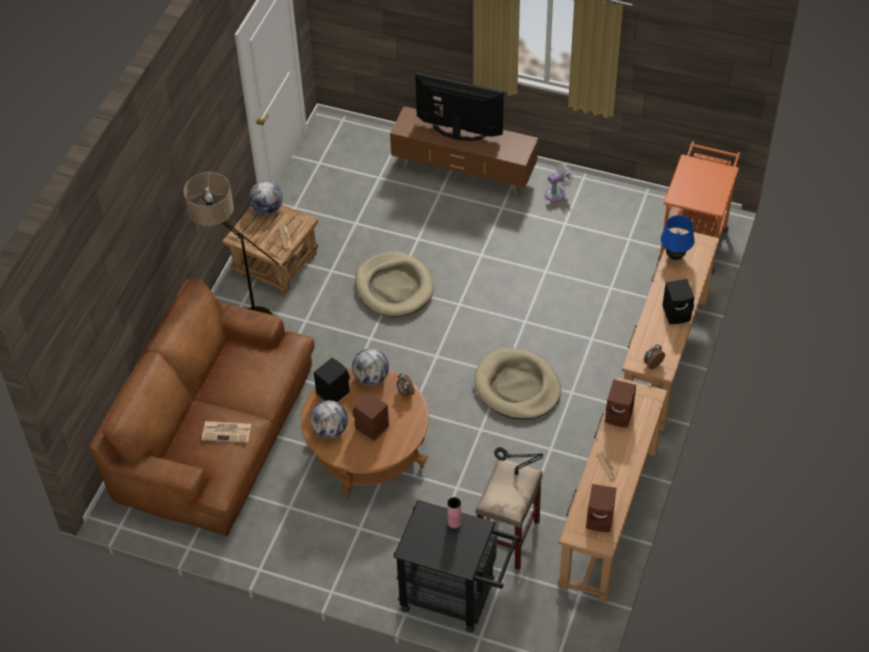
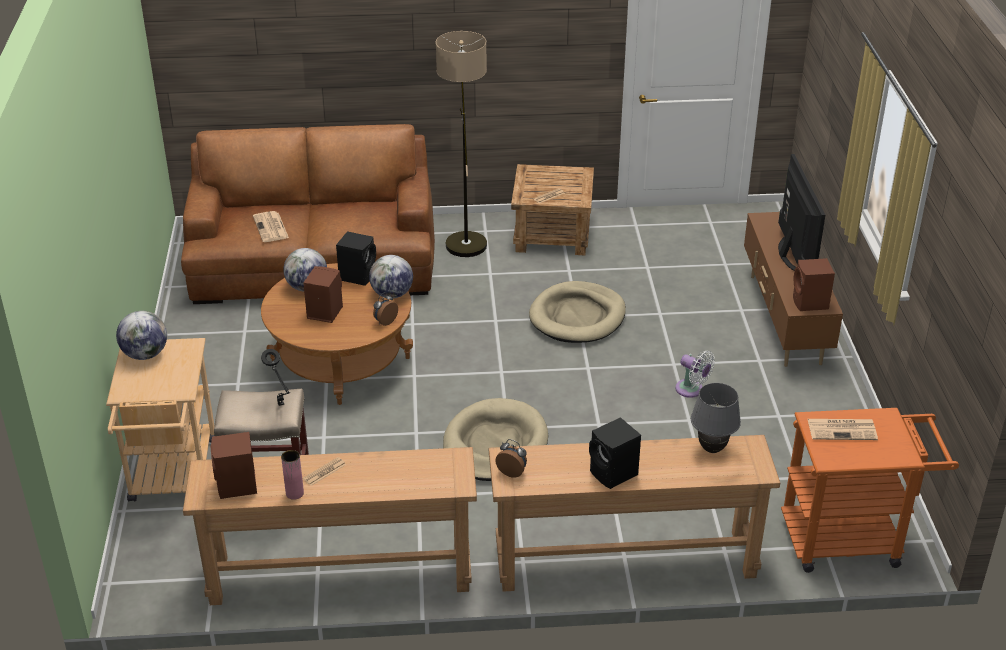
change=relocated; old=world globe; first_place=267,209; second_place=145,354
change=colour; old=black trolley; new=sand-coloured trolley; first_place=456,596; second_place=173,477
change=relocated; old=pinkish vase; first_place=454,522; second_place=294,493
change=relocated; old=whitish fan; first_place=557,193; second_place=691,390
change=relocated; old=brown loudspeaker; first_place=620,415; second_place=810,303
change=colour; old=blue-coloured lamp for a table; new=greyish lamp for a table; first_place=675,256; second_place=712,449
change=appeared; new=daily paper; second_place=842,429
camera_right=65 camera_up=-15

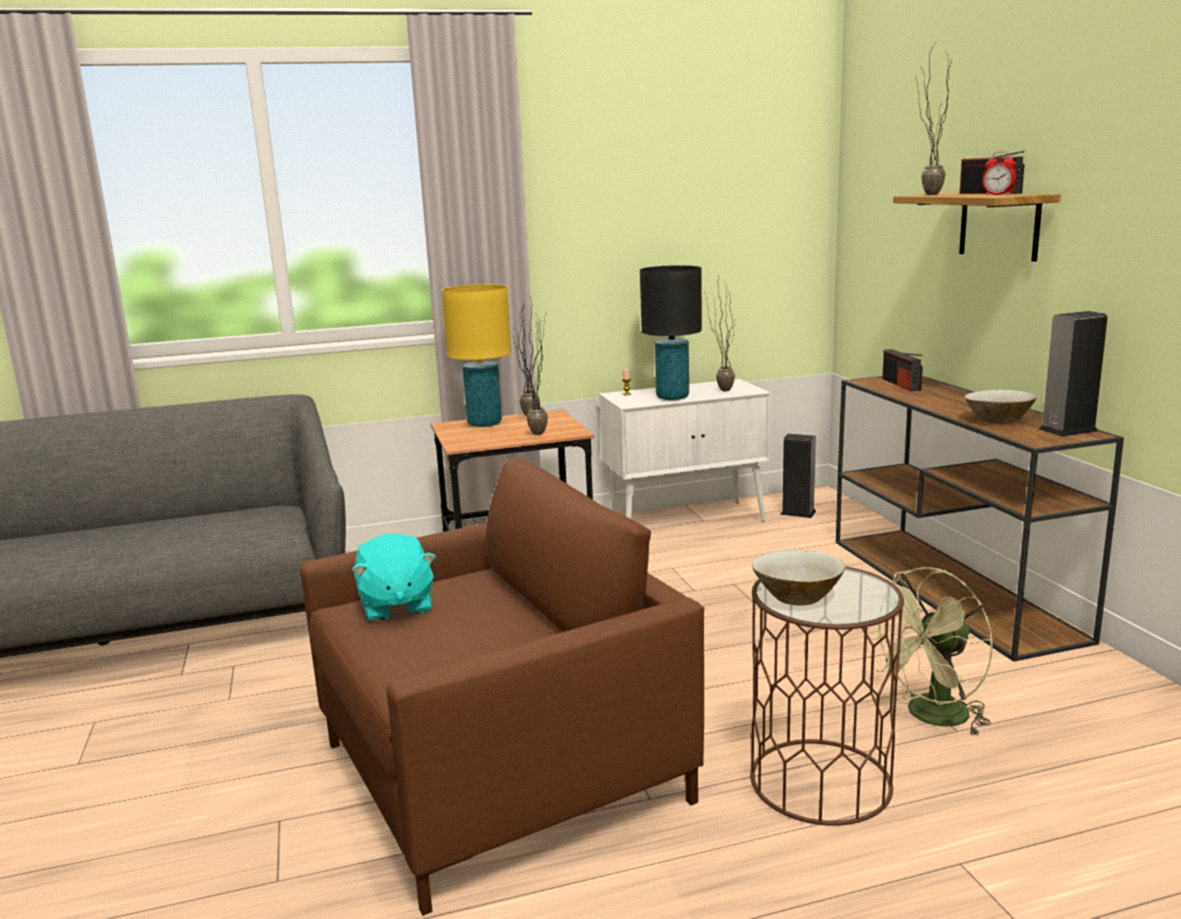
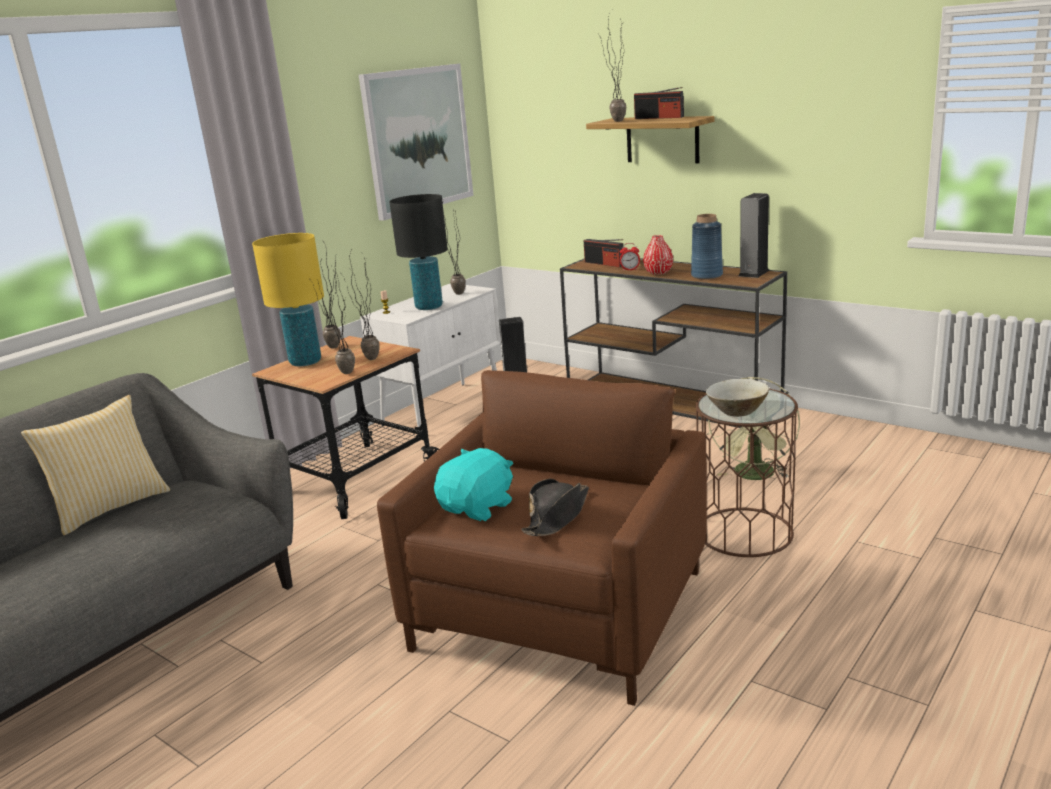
change=spun; old=turquoise cuddly toy; first_place=395,606; second_place=478,507; degrees=-90
change=exchanged; old=sand-coloured bowl; new=blue-coloured vase; first_place=998,421; second_place=707,275
change=relocated; old=table clock; first_place=997,195; second_place=630,269
change=appeared; new=throw pillow; second_place=110,507
change=appeared; new=potted plant; second_place=341,373
change=appeared; new=wall art; second_place=418,139
change=appeared; new=black wearable hat; second_place=557,516
change=appeared; new=reddish vase; second_place=658,272
camera_right=-35 camera_up=5

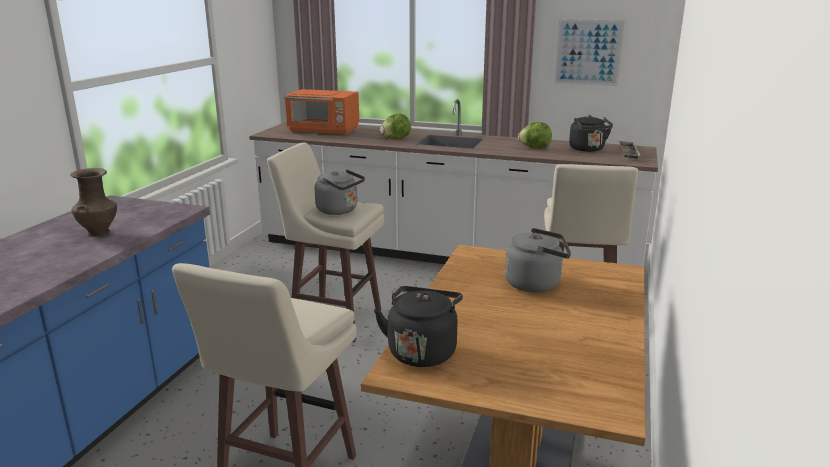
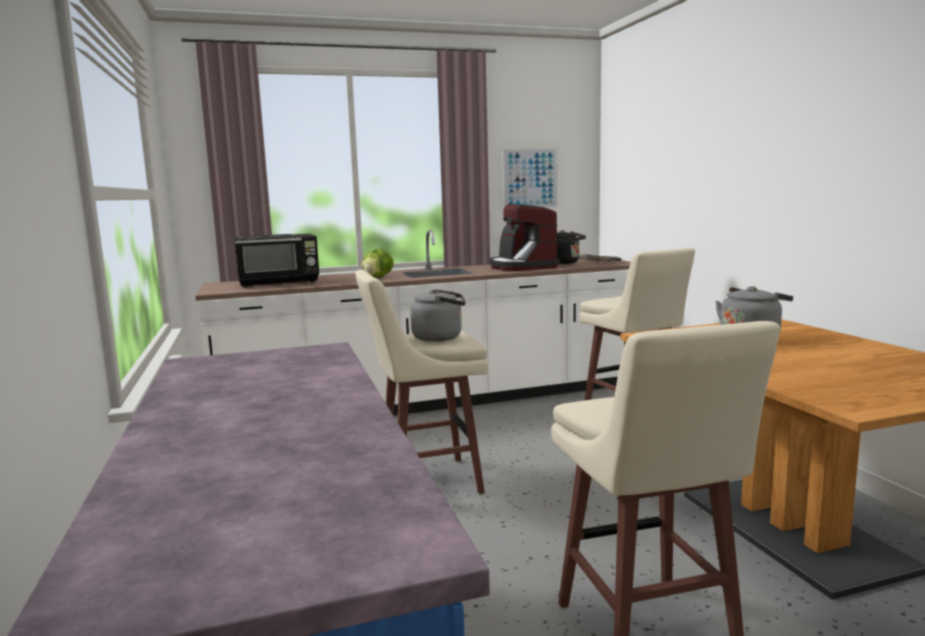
change=missing; old=brown vase; first_place=99,232
change=colour; old=orange microwave; new=black microwave; first_place=324,131; second_place=279,282
change=missing; old=black water kettle; first_place=422,351
change=exchanged; old=lettuce; new=coffee brewer; first_place=535,147; second_place=522,267
camera_right=-35 camera_up=-10

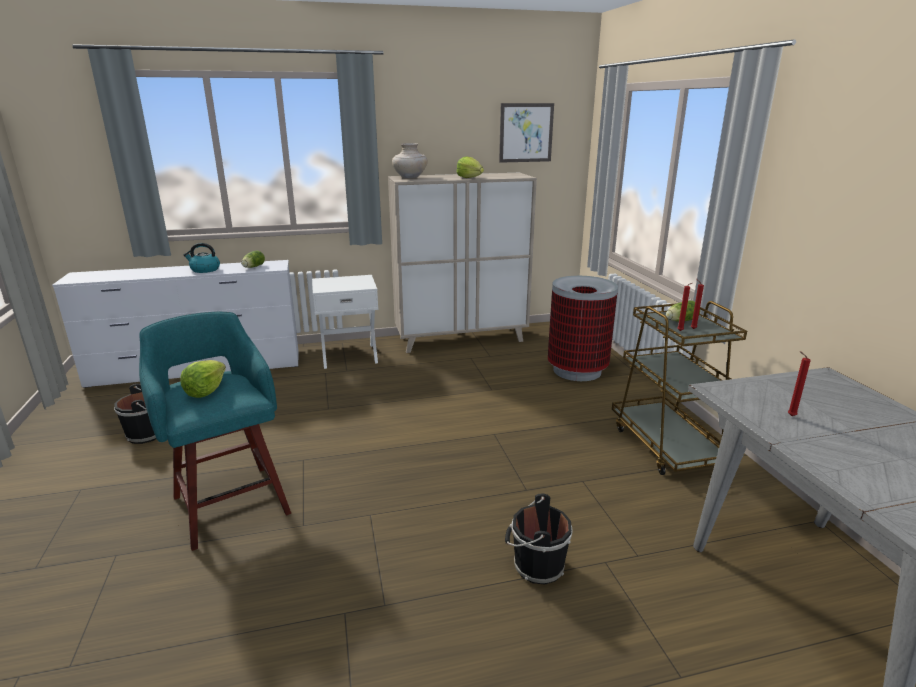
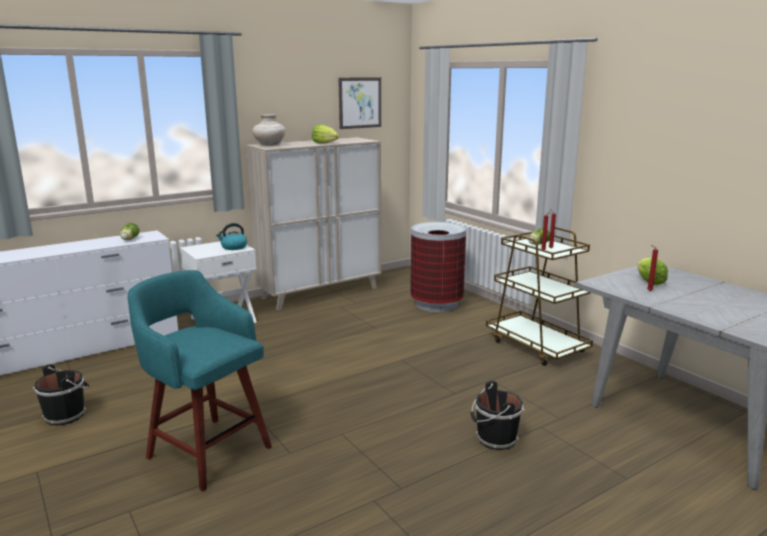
change=relocated; old=lettuce; first_place=206,391; second_place=649,282
change=relocated; old=water kettle; first_place=204,270; second_place=233,247
camera_right=-20 camera_up=-5

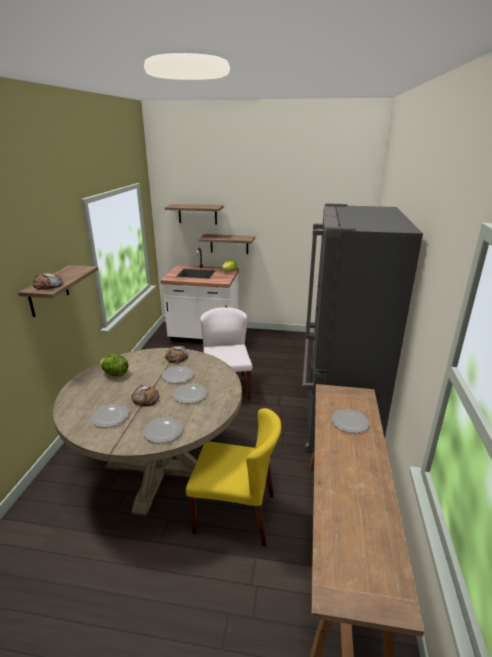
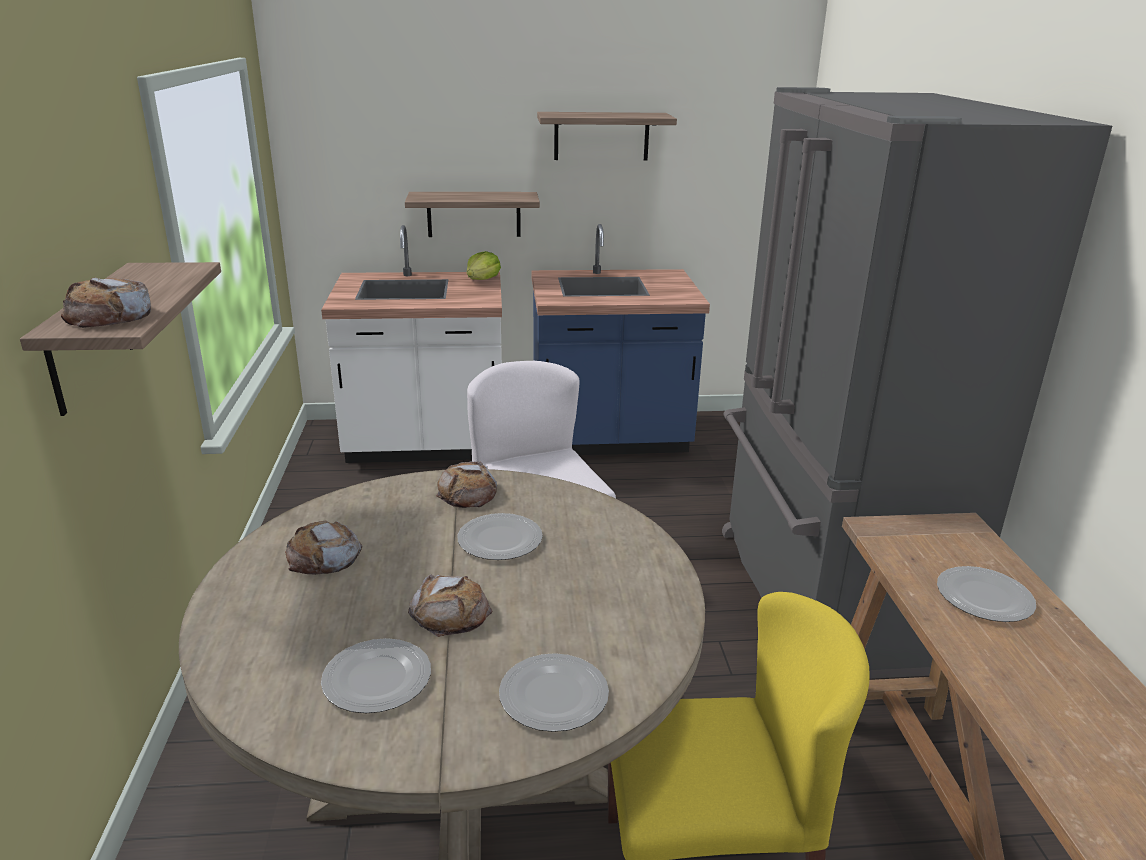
change=exchanged; old=lettuce; new=bakery bread; first_place=115,374; second_place=324,556
change=relocated; old=bracket shelf; first_place=197,214; second_place=601,136
change=missing; old=flat dish; first_place=189,395
change=appeared; new=blue-coloured counter; second_place=609,438
camera_right=-15 camera_up=0

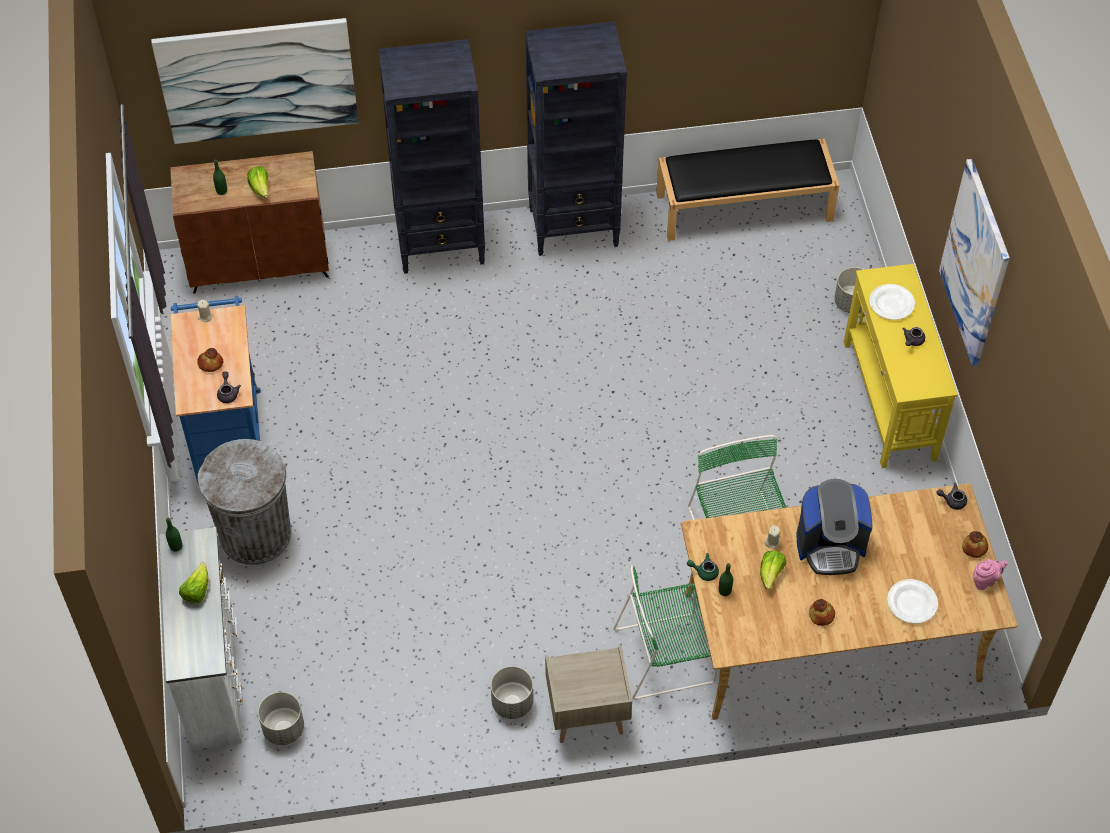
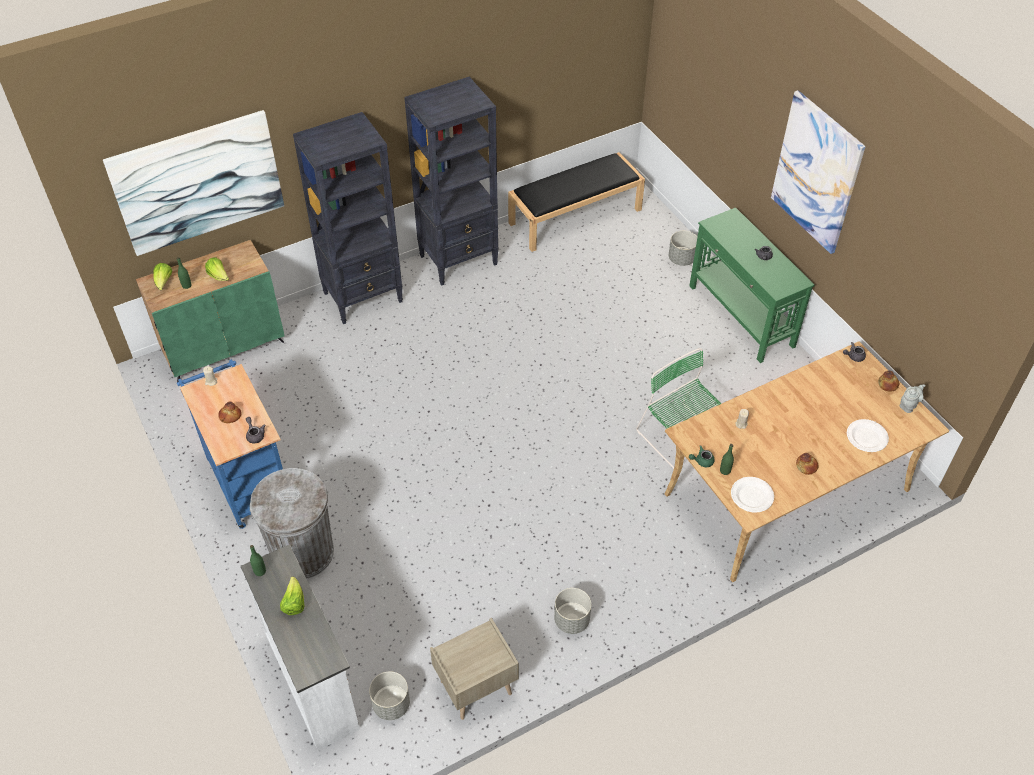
change=colour; old=brown cabinet; new=green cabinet; first_place=260,264; second_place=224,347
change=relocated; old=sand-coloured bedside table; first_place=586,715; second_place=475,688
change=missing; old=green upright chair; first_place=667,655
change=relocated; old=lettuce; first_place=770,574; second_place=164,283
change=missing; old=coffee brewer; first_place=830,546
change=colour; old=yellow-coloured console table; new=green console table; first_place=888,401; second_place=741,316
change=relocated; old=whitish flat dish; first_place=891,304; second_place=752,496
change=colour; old=pinkish teapot; new=greyish teapot; first_place=985,580; second_place=908,405
camera_right=-20 camera_up=-5

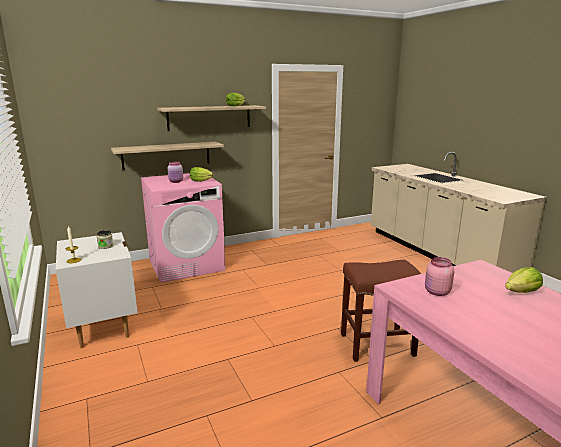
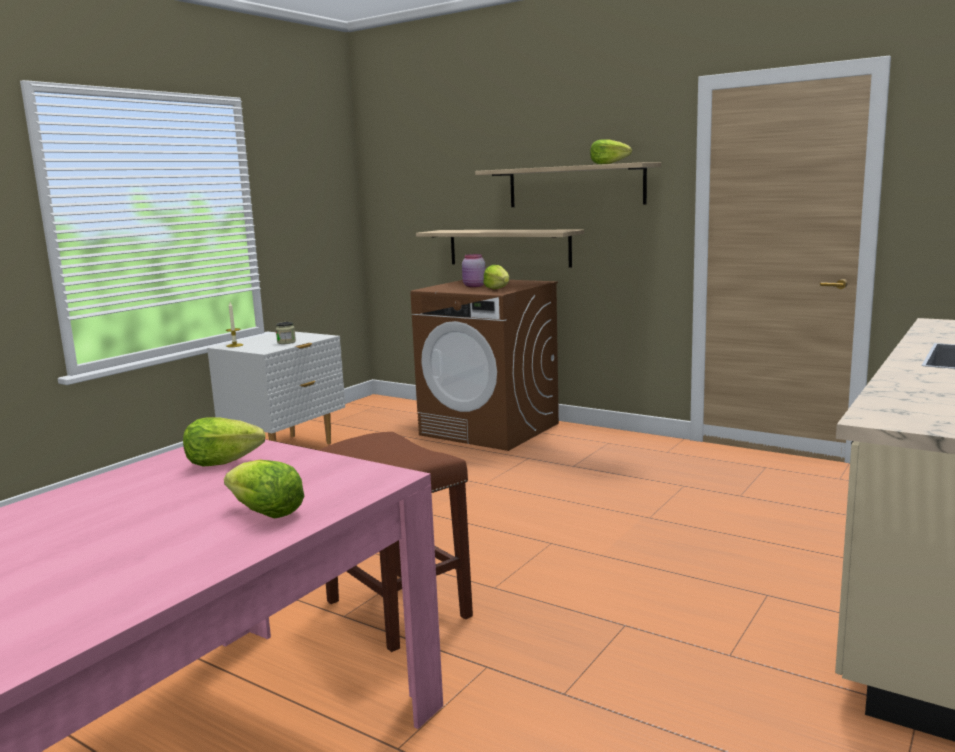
change=colour; old=pinkish laundry appliance; new=brown laundry appliance; first_place=187,265; second_place=490,429
change=exchanged; old=pinkish storage jar; new=lettuce; first_place=436,292; second_place=222,462
camera_right=60 camera_up=-5

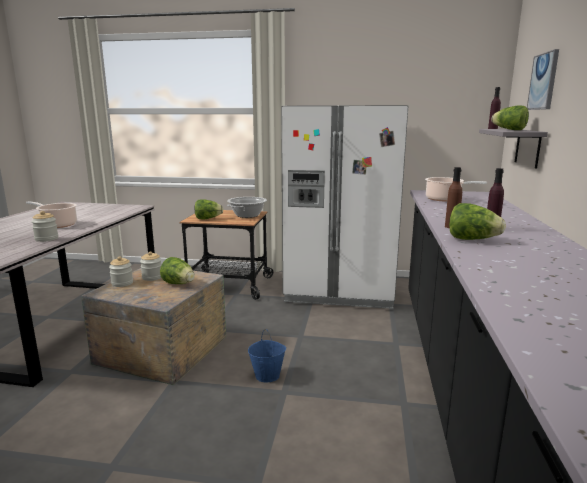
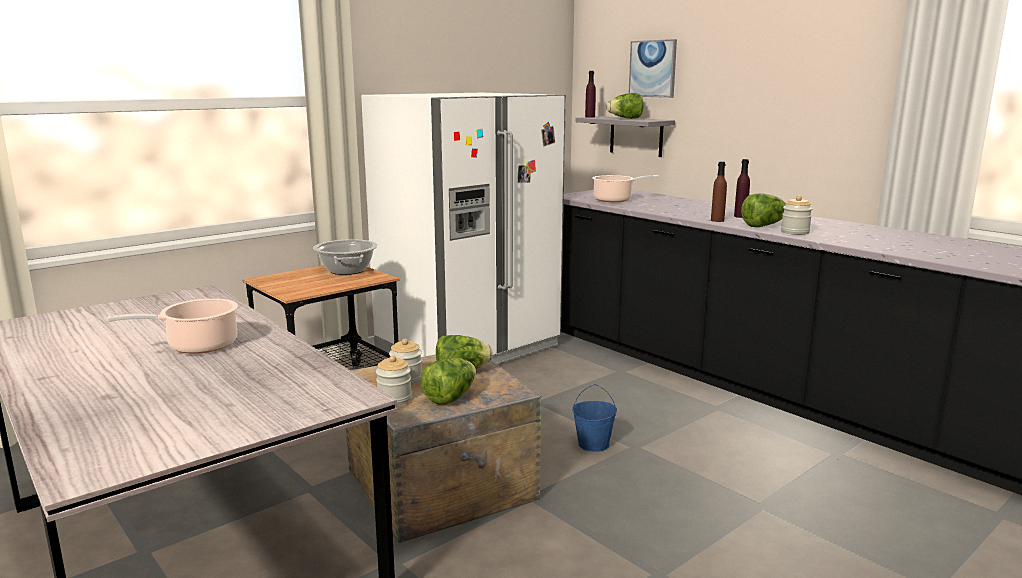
change=relocated; old=storage jar; first_place=46,239; second_place=795,232
change=relocated; old=lettuce; first_place=208,219; second_place=450,398
camera_right=-50 camera_up=0

